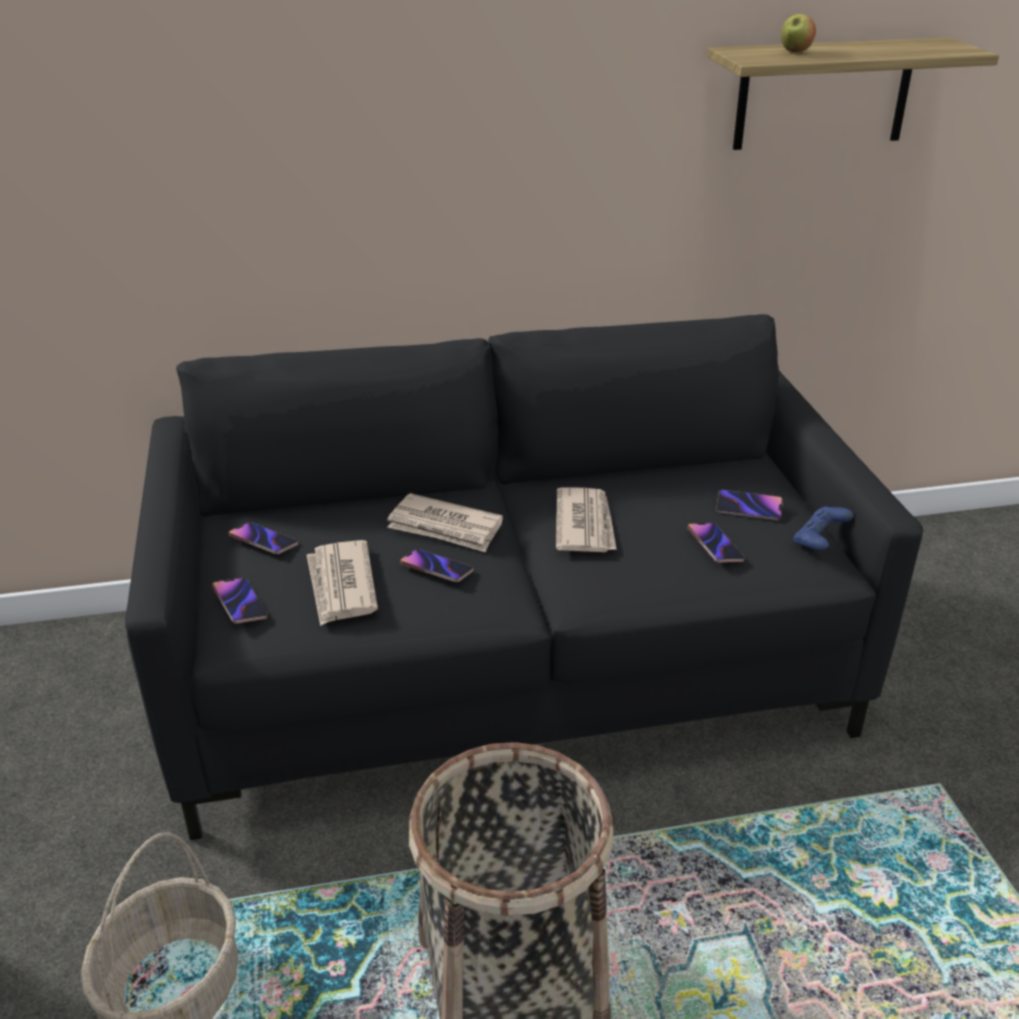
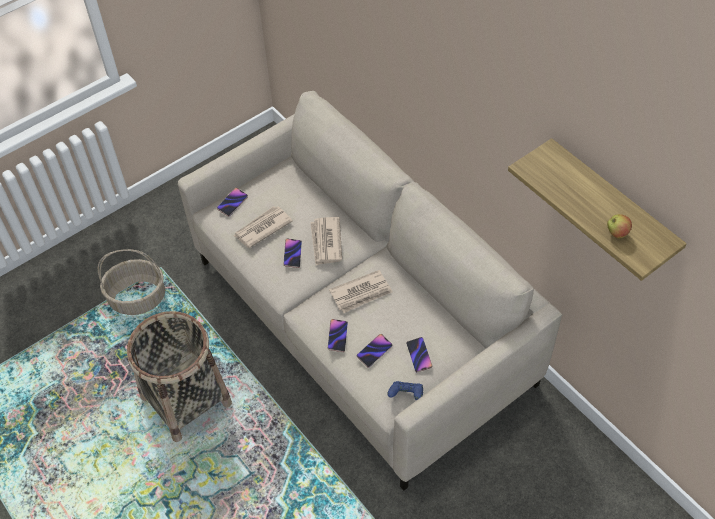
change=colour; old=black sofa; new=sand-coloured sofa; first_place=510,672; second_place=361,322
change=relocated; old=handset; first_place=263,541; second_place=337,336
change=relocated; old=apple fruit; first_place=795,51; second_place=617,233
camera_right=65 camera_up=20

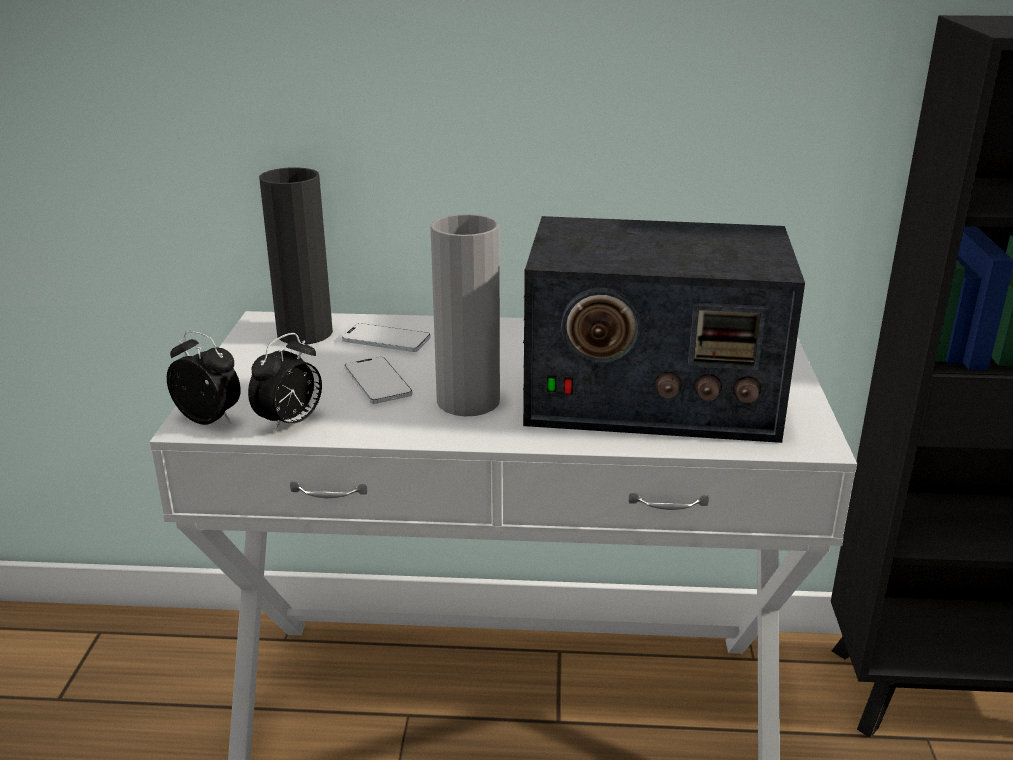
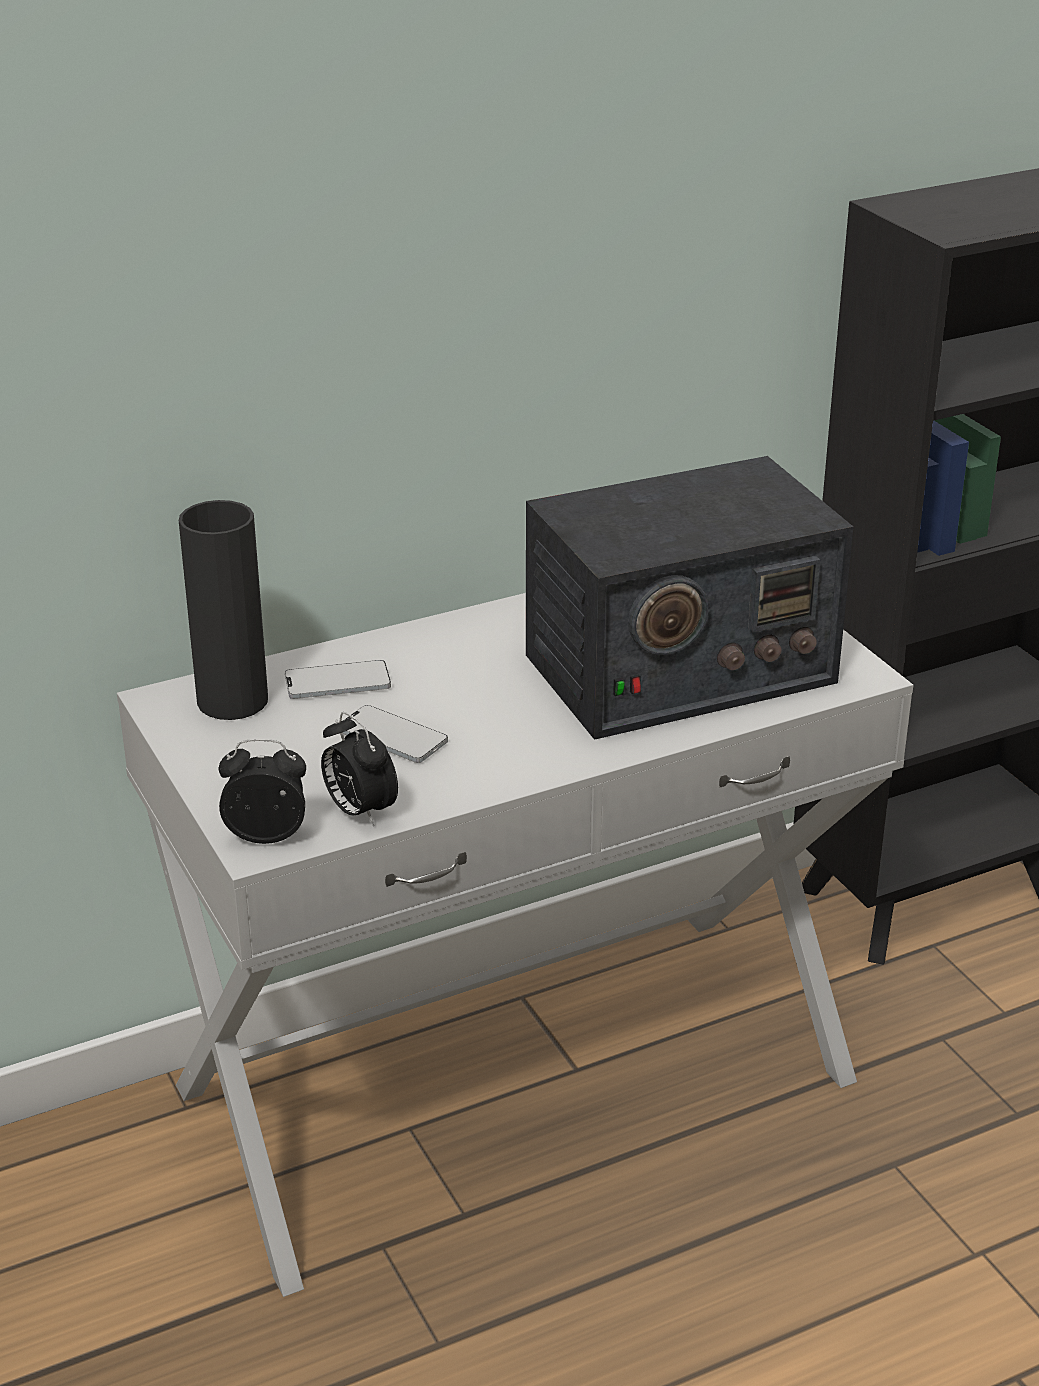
change=spun; old=table clock; first_place=290,423; second_place=359,811; degrees=135
change=missing; old=greyish vase; first_place=468,401
camera_right=-30 camera_up=5

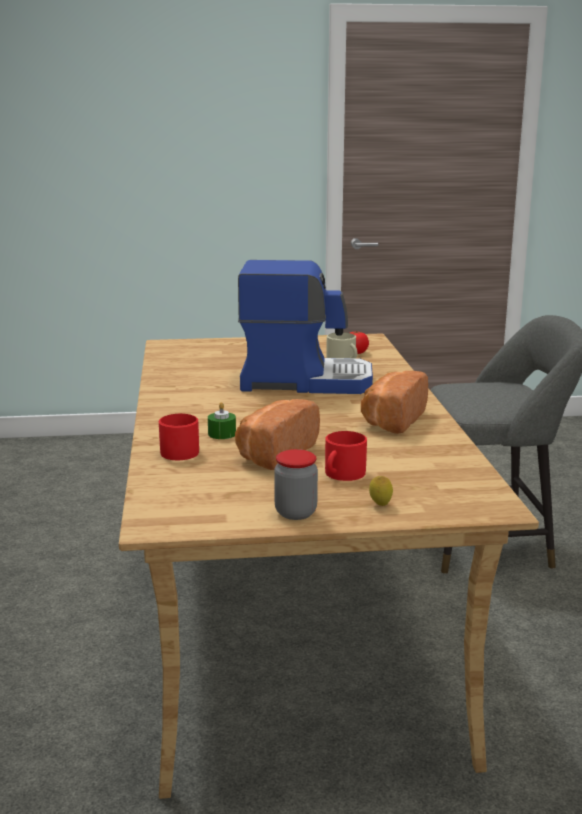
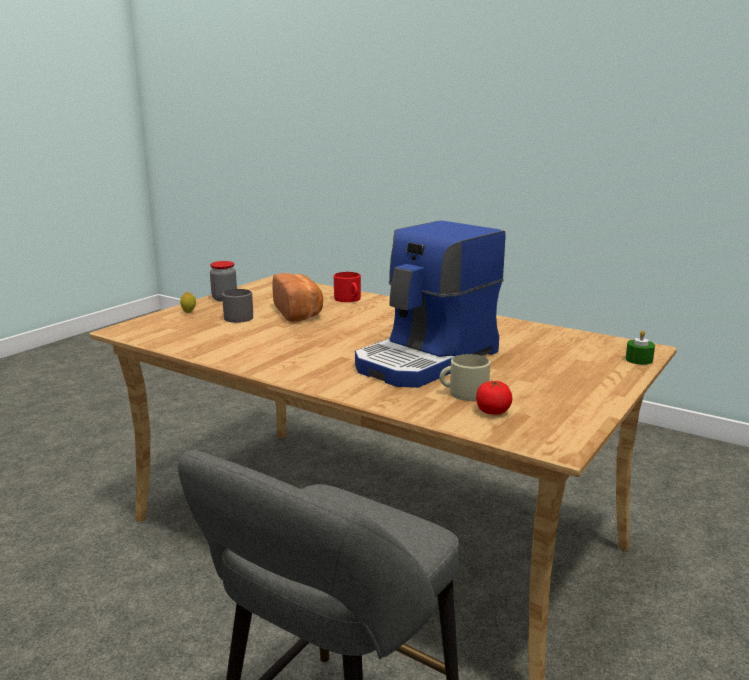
change=relocated; old=green candle; first_place=222,434; second_place=639,360
change=colour; old=reddish coffee mug; new=greyish coffee mug; first_place=342,474; second_place=238,317
change=missing; old=bakery bread; first_place=391,420
camera_right=130 camera_up=0

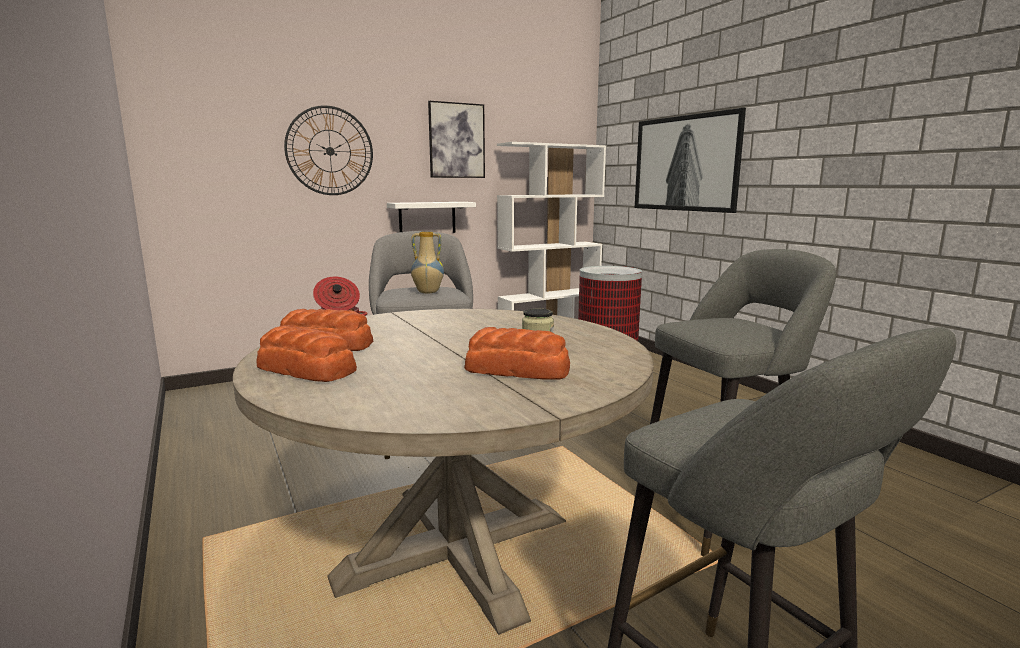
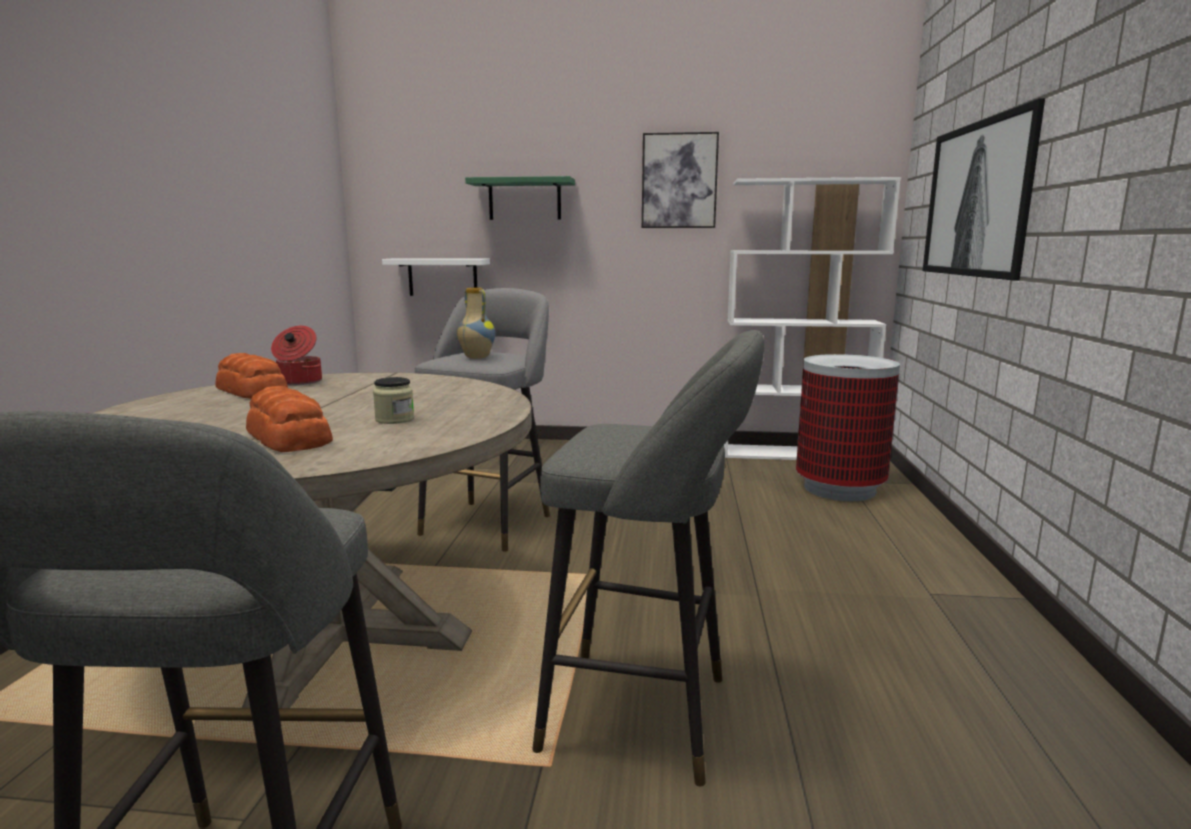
change=missing; old=bakery bread; first_place=307,370
change=exchanged; old=wall clock; new=green bracket shelf; first_place=330,151; second_place=524,199
change=relocated; old=whitish bracket shelf; first_place=427,218; second_place=442,277
camera_right=35 camera_up=0

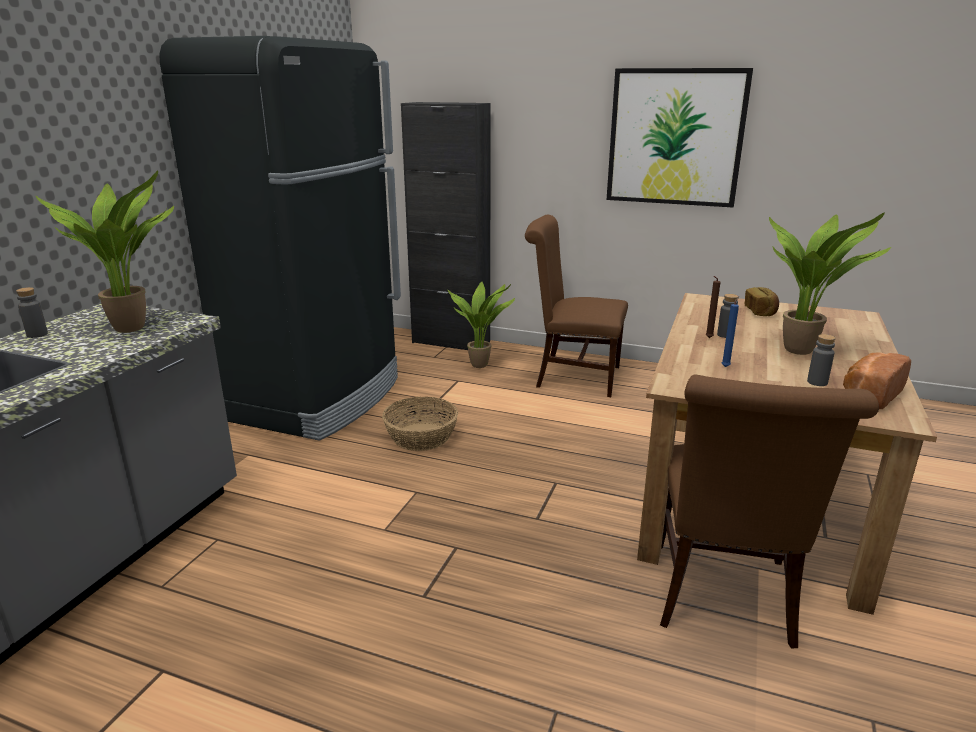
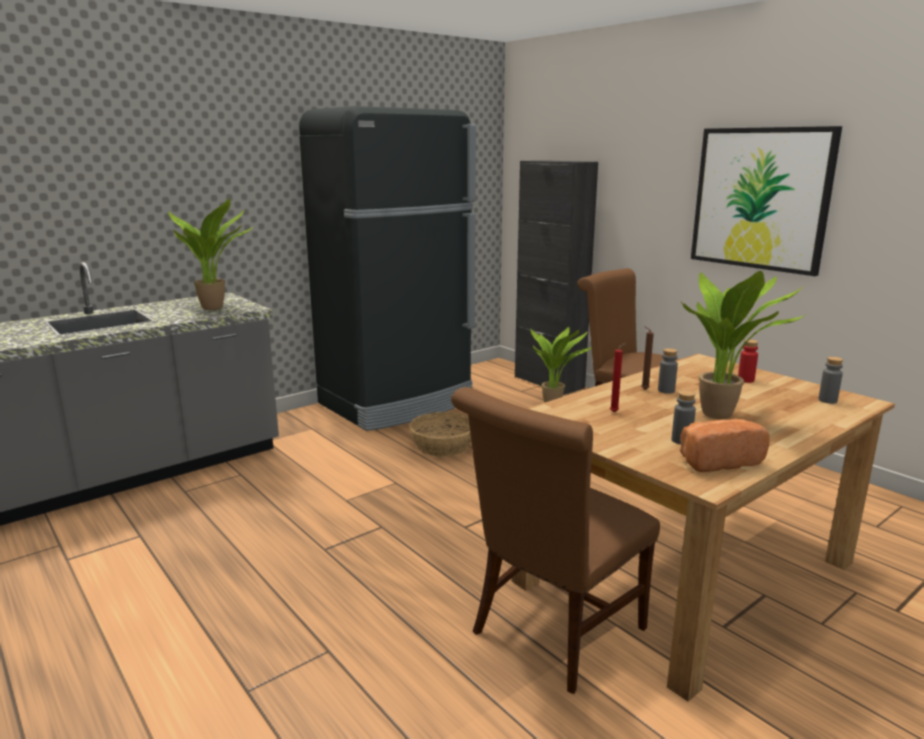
change=relocated; old=greyish beverage bottle; first_place=37,334; second_place=827,400
change=colour; old=blue-coloured candle; new=reddish candle; first_place=726,366; second_place=615,412
change=exchanged; old=bakery bread; new=reddish beverage bottle; first_place=760,312; second_place=745,380
camera_right=30 camera_up=-5

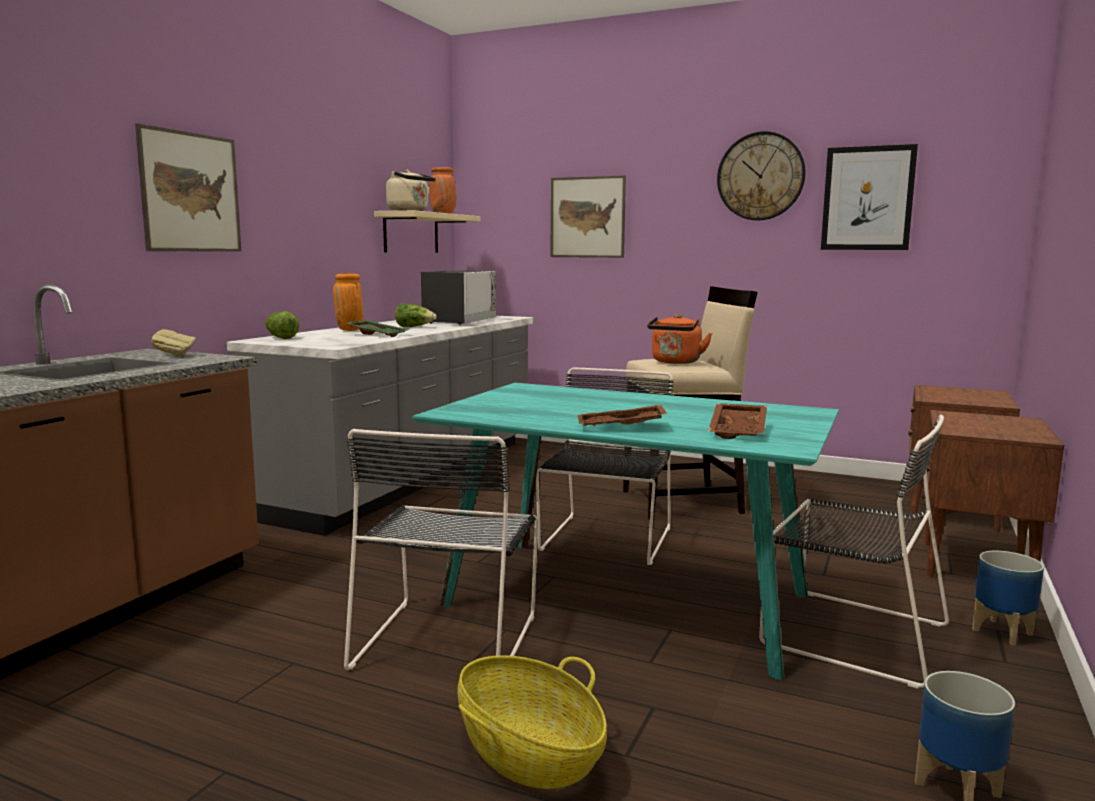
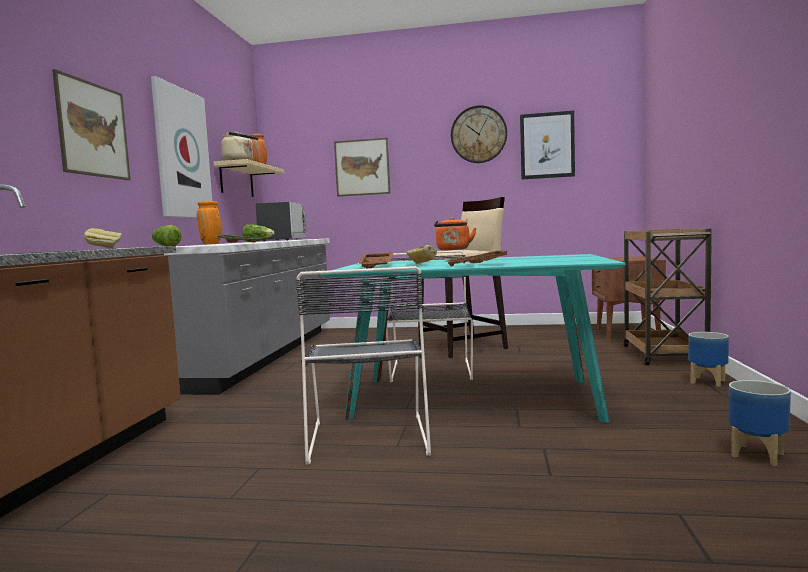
change=missing; old=household basket; first_place=528,753
change=relocated; old=brown serving tray; first_place=740,431; second_place=377,266
change=missing; old=black upright chair; first_place=848,633
change=exchanged; old=brown bedside table; new=brown trolley; first_place=975,566; second_place=664,355
change=appeared; new=wall art; second_place=181,153
change=appeared; new=bakery bread; second_place=421,264
camera_right=-15 camera_up=-5

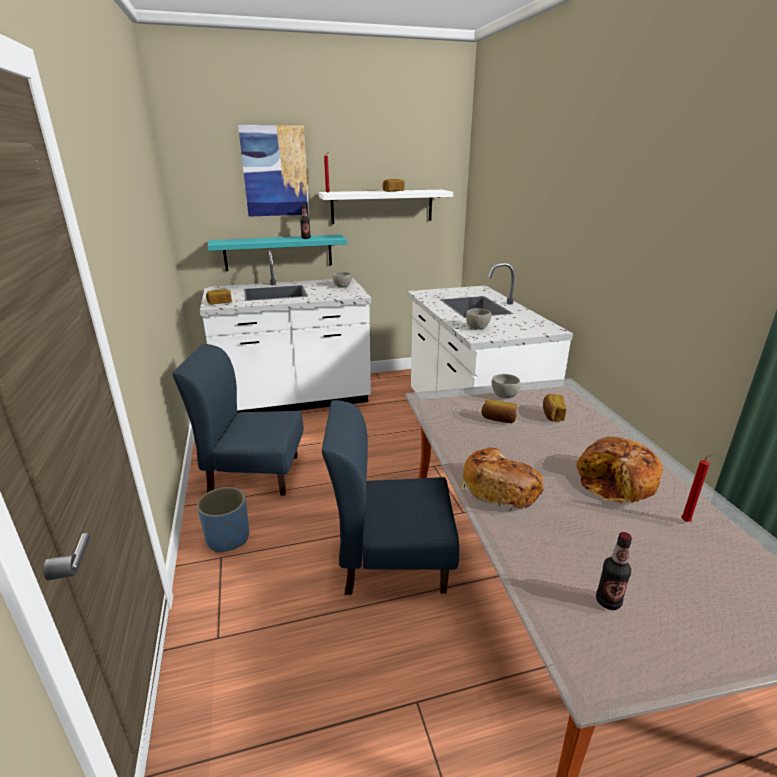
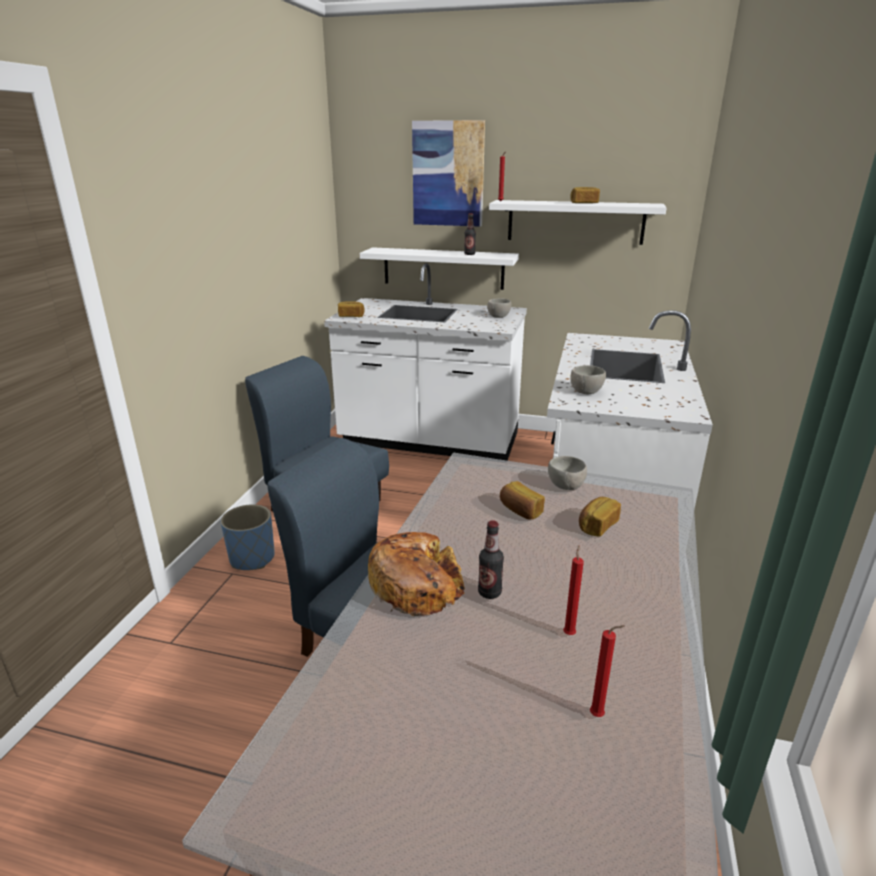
change=colour; old=turquoise bracket shelf; new=whitish bracket shelf; first_place=278,252; second_place=443,268
change=exchanged; old=bakery bread; new=reddish candle; first_place=617,482; second_place=569,633
change=relocated; old=beverage bottle; first_place=608,601; second_place=489,592
camera_right=30 camera_up=0

